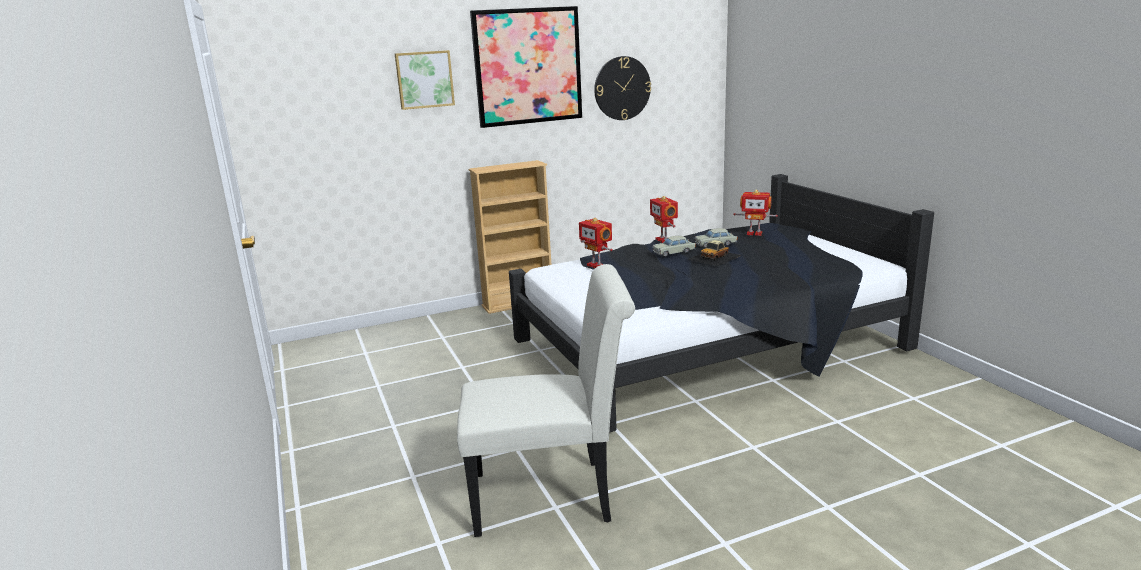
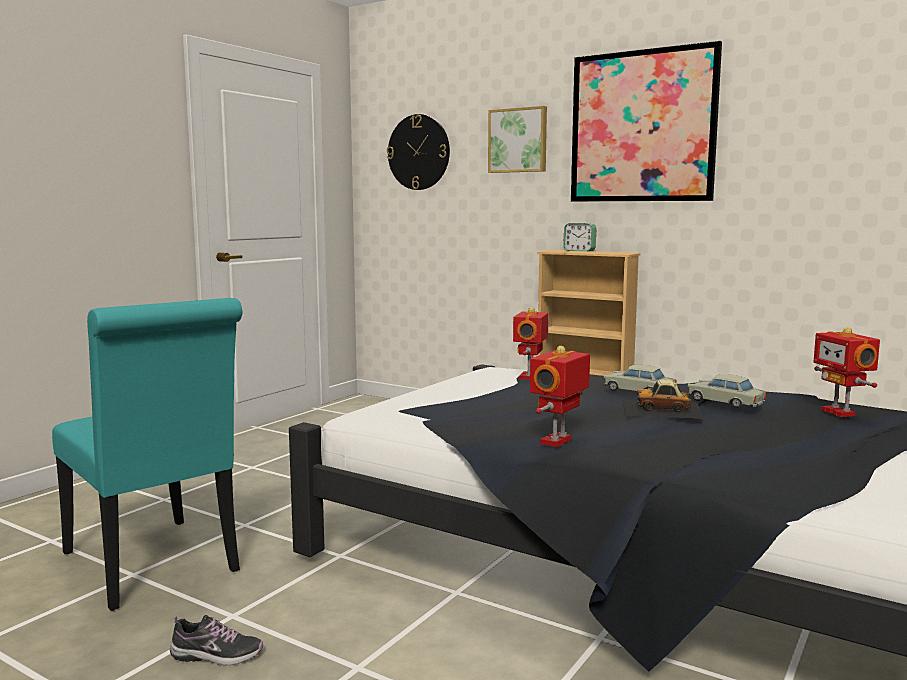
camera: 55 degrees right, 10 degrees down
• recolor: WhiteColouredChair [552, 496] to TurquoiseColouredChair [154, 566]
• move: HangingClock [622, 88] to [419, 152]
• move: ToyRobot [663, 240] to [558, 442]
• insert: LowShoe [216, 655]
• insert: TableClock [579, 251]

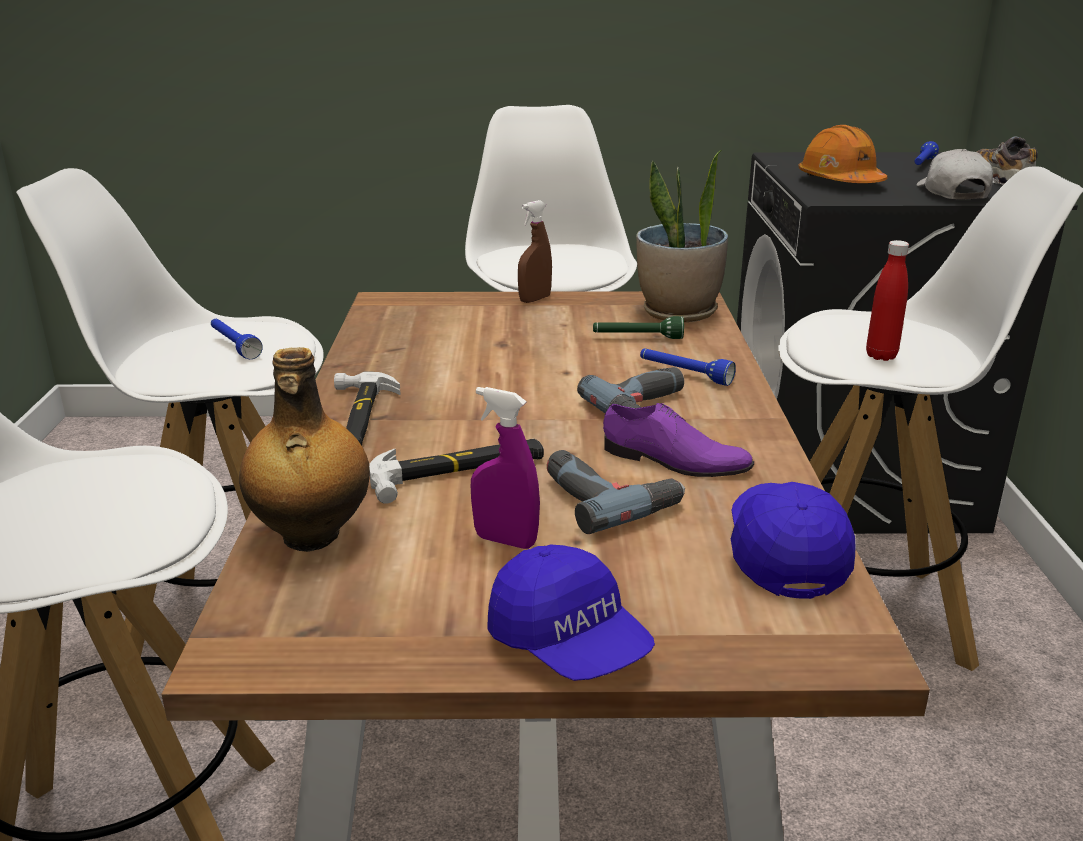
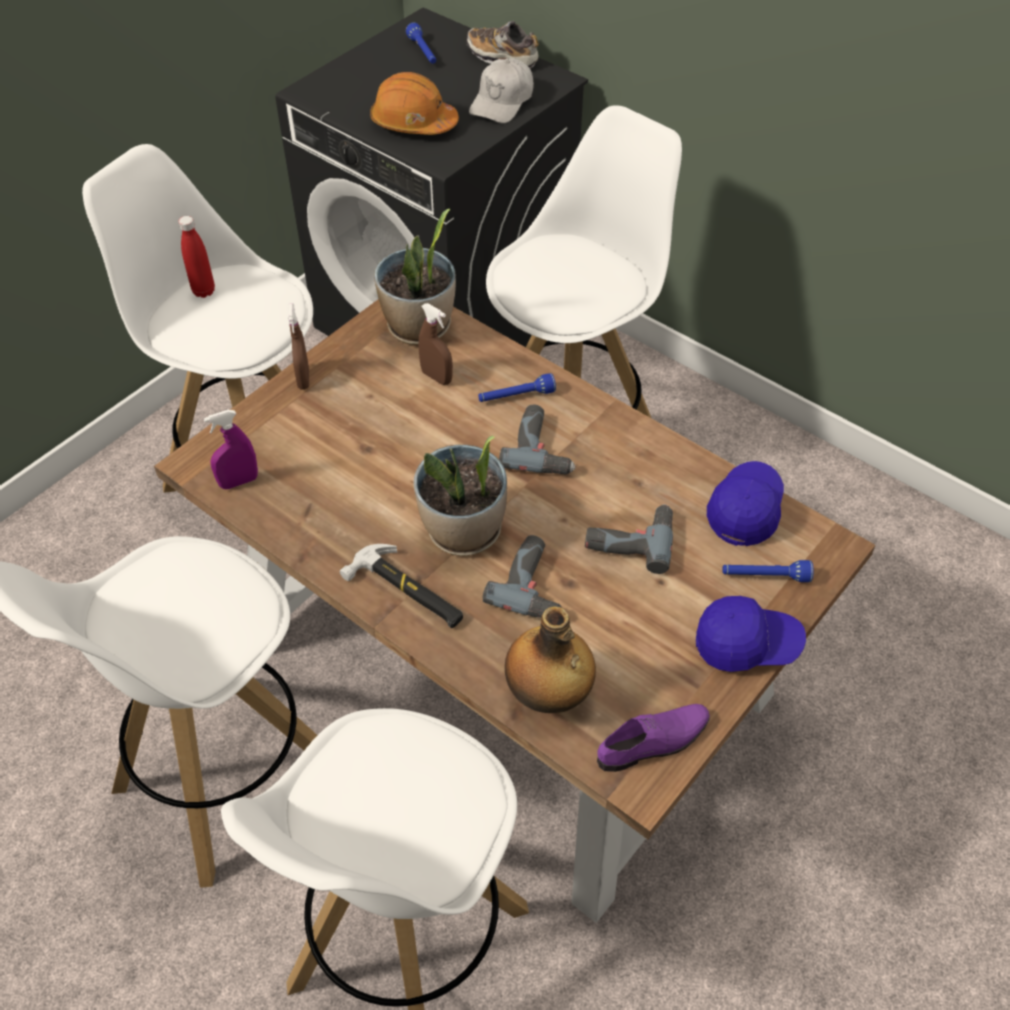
camera: 50 degrees left, 25 degrees up
• move: BlueFlashlight [234, 346] to [765, 576]
• replace: Hammer [458, 472] to ElectricDrill [535, 585]
• move: PurplishHandSprayer [505, 540] to [239, 482]
• replace: GreenColouredFlashlight [637, 338] to BrownHandSprayer [436, 377]
• move: PurplishLowShoe [674, 460] to [654, 742]
• rotate: BluePeakedCap [784, 553] = [745, 510] 75 degrees clockwise
• move: RedBeverageBottle [881, 356] to [204, 291]
• rotate: WhiteColouredPeakedCap [951, 193] = [502, 102] 105 degrees counterclockwise
• insert: PlantInAPot [463, 532]

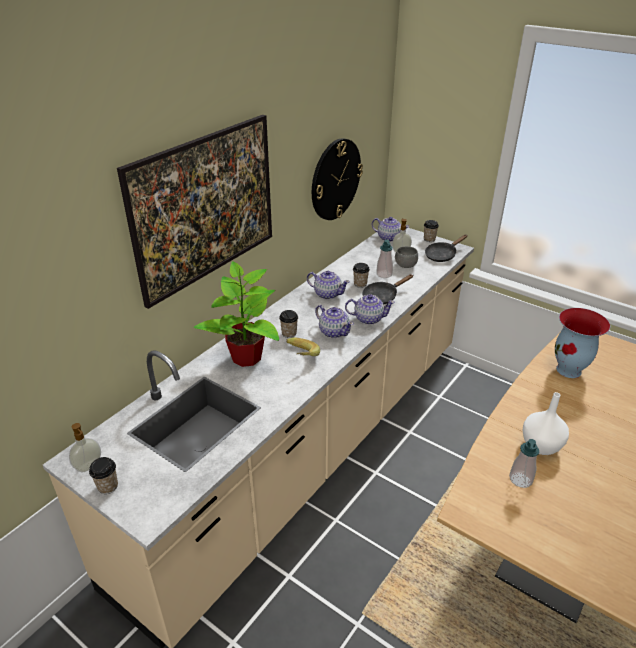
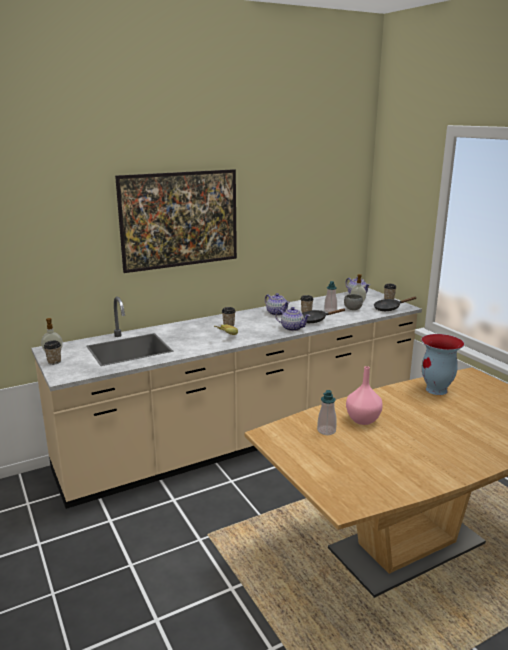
camera: 25 degrees right, 15 degrees down
• delete: PlantInAPot [246, 358]
• delete: HangingClock [335, 179]
• delete: TeaPot [333, 332]
• recolor: WhiteColouredFlowerVase [541, 447] to PinkishFlowerVase [362, 420]

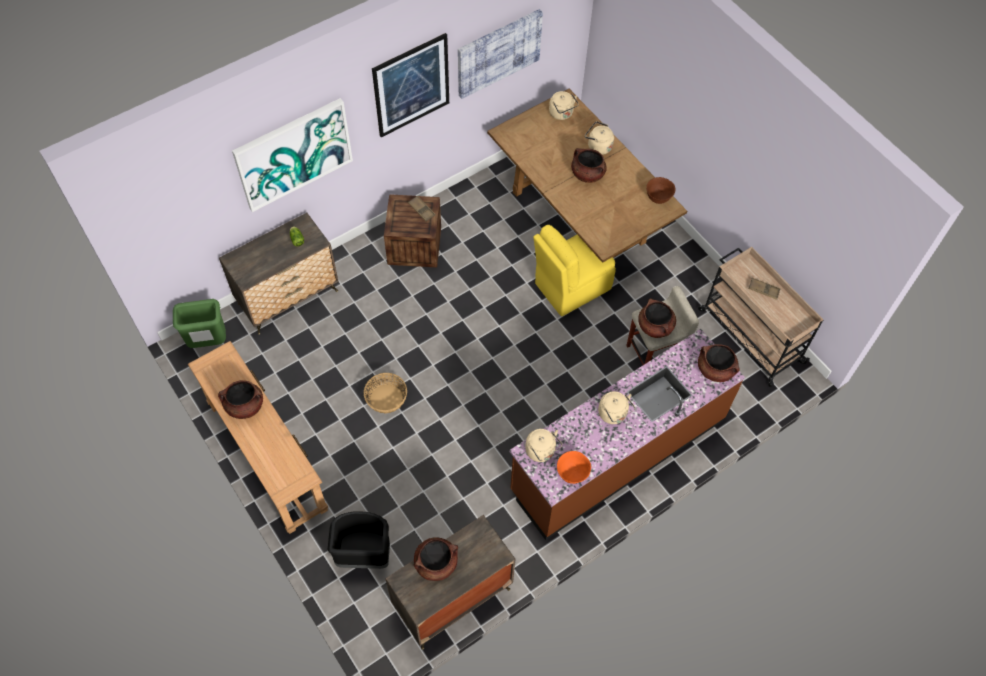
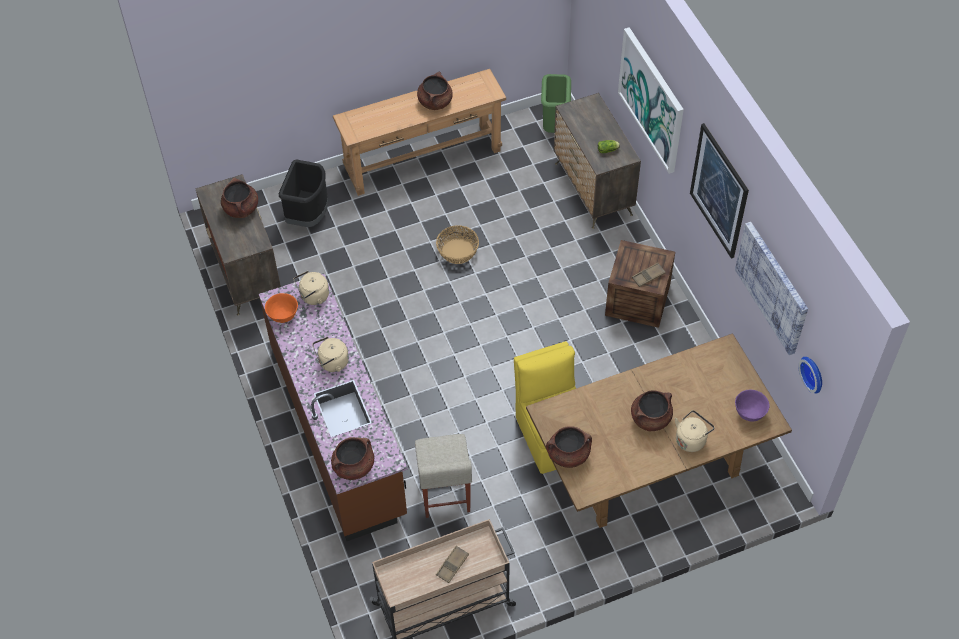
camera: 105 degrees right, 5 degrees down
• replace: SandColouredTeaKettle [562, 114] to PurplishServingBowl [749, 413]
• move: BrownSaucepot [655, 326] to [568, 455]
• delete: BrownServingBowl [658, 197]
• insert: HangingClock [813, 373]

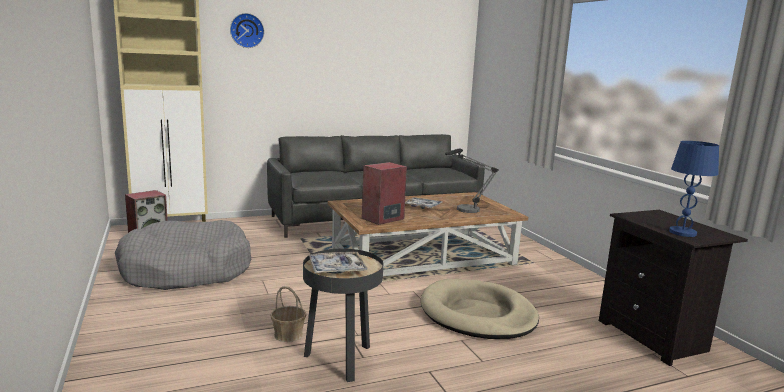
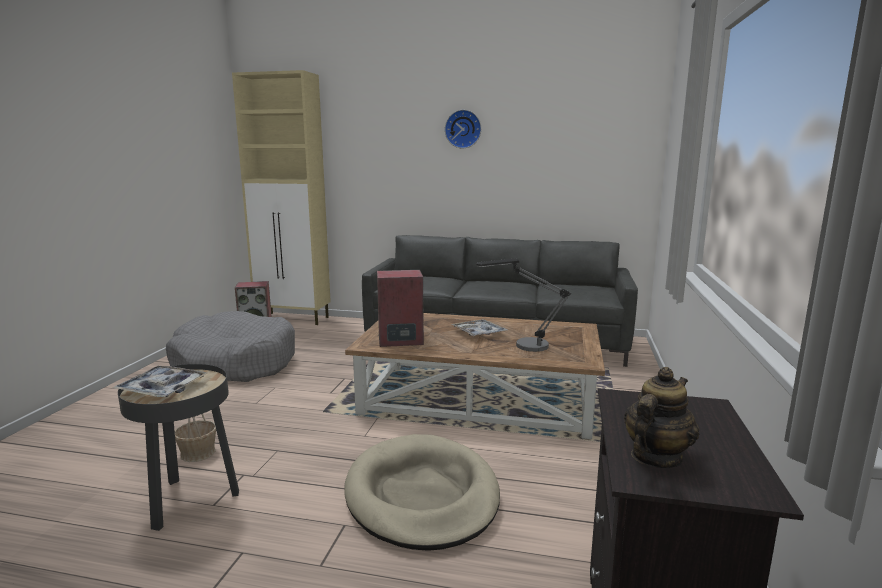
camera: 35 degrees right, 0 degrees up
• move: HangingClock [246, 30] to [463, 129]
• replace: BlueTabletopLamp [682, 233] to TeaPot [655, 457]

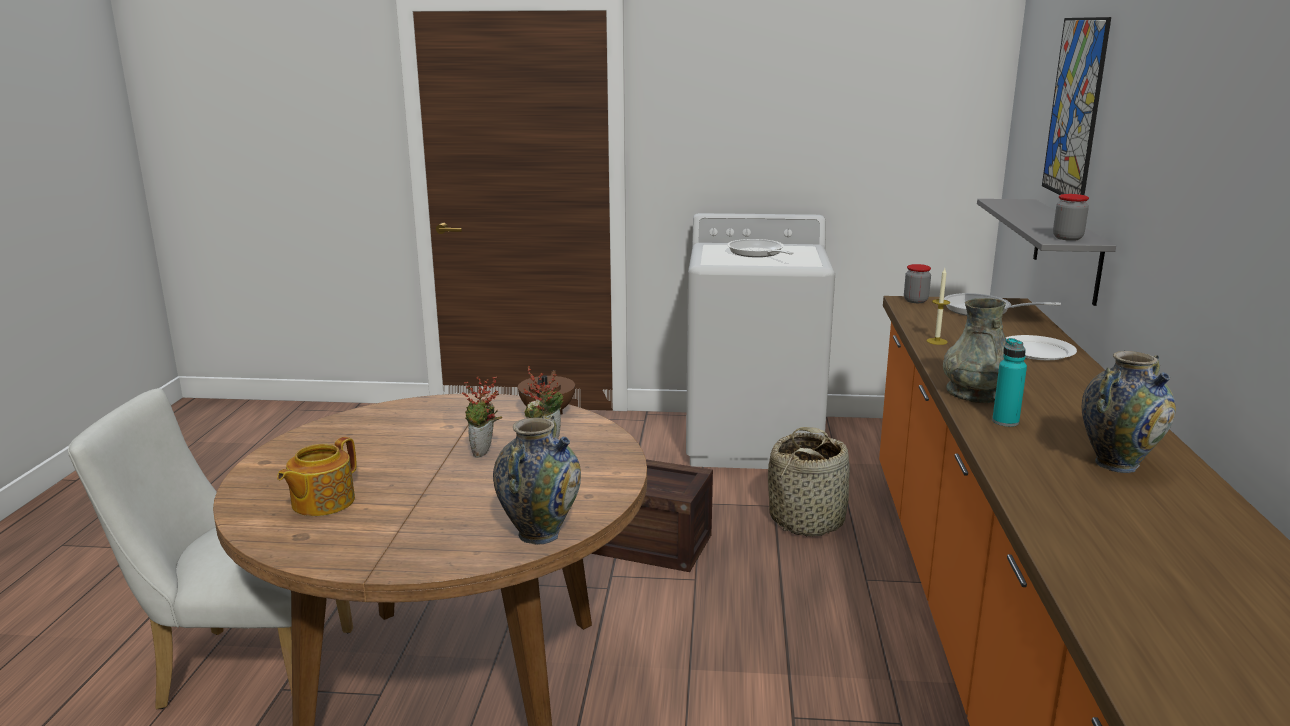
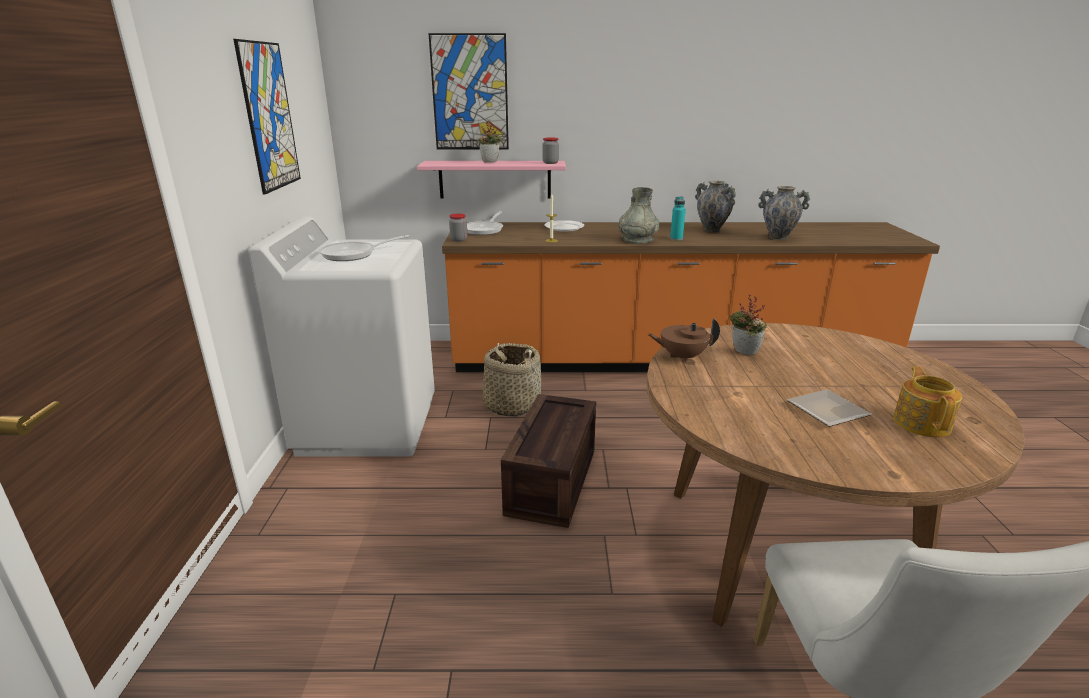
camera: 95 degrees left, 5 degrees up
• rotate: TeaPot [321, 502] = [922, 423] 105 degrees counterclockwise
• move: PlantInAPot [484, 453] to [491, 162]
• move: FlowerVase [539, 533] to [778, 237]
• recolor: GreyishWallShelf [1067, 250] to PinkishWallShelf [495, 179]
• insert: WallPicture [269, 117]
• insert: Plate [830, 412]

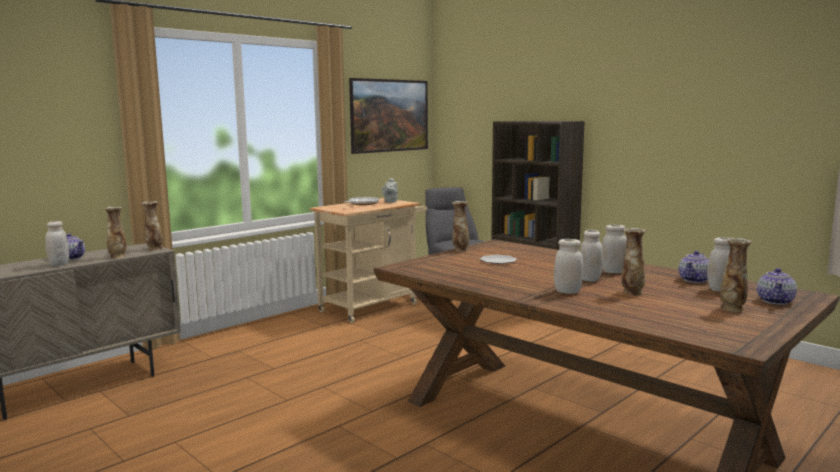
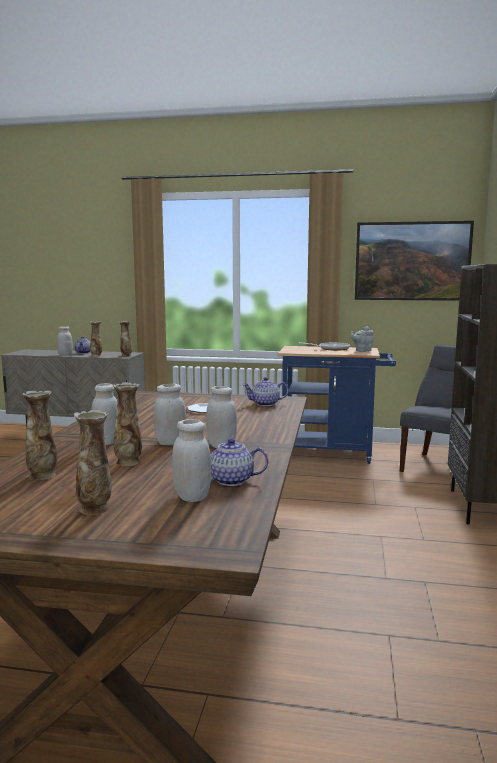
camera: 55 degrees right, 0 degrees up
• recolor: SandColouredWheeledCart [373, 306] to BlueWheeledCart [333, 453]
• move: FlowerVase [460, 250] to [43, 475]
• move: TeaPot [775, 301] to [266, 404]

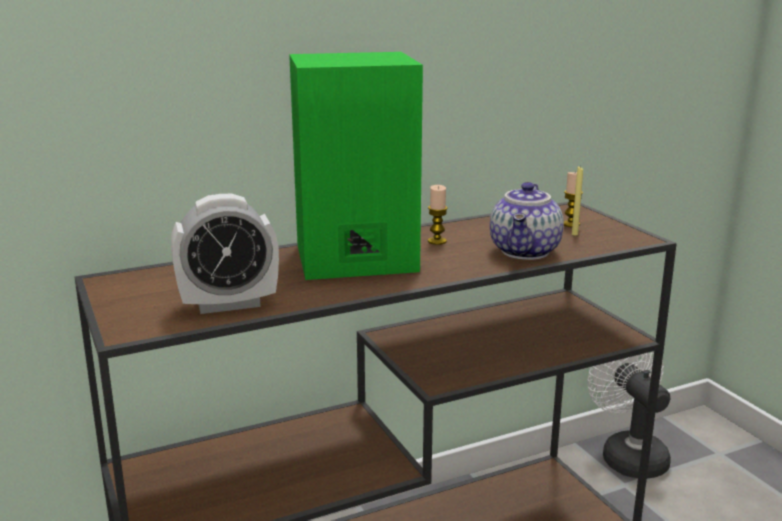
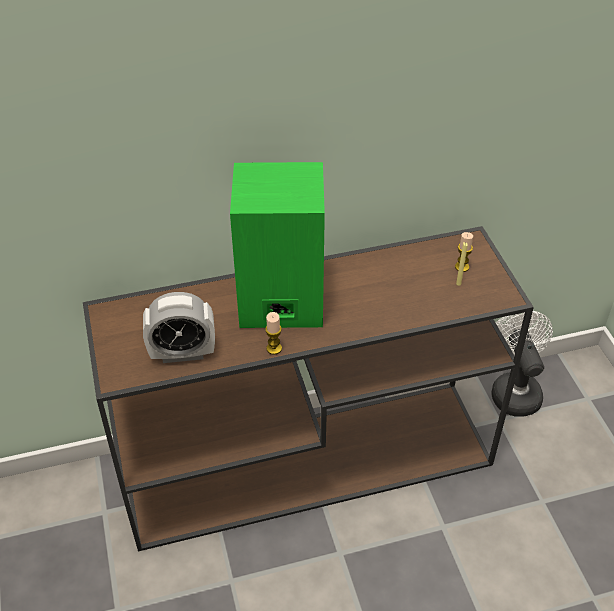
camera: 10 degrees right, 25 degrees up
• move: WaxCandle [437, 241] to [274, 348]
• delete: TeaPot [526, 252]

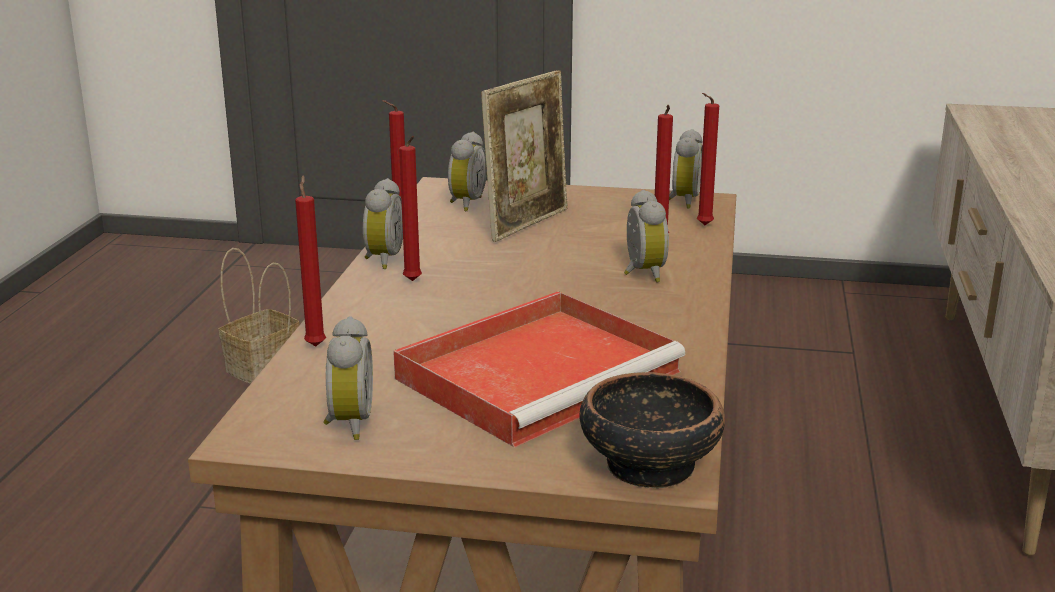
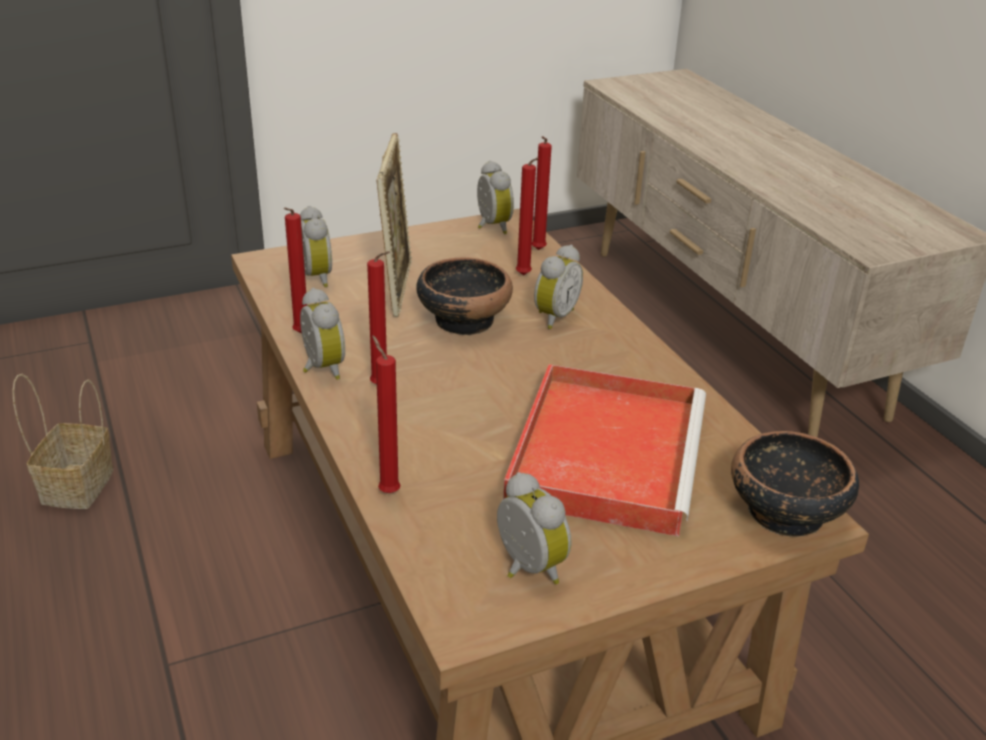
camera: 35 degrees left, 10 degrees up
• rotate: TableClock [641, 273] = [553, 317] 75 degrees clockwise
• insert: ServingBowl [463, 319]

